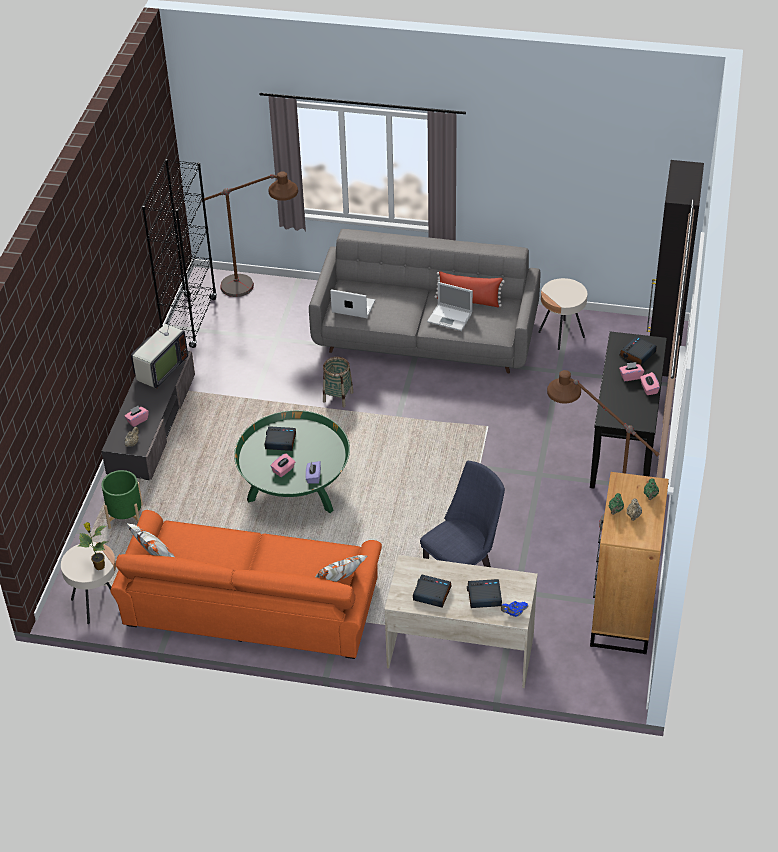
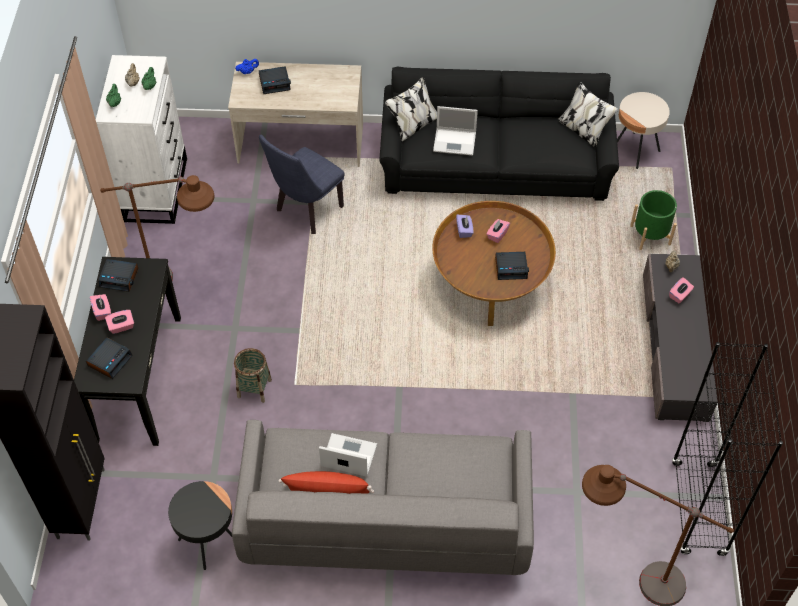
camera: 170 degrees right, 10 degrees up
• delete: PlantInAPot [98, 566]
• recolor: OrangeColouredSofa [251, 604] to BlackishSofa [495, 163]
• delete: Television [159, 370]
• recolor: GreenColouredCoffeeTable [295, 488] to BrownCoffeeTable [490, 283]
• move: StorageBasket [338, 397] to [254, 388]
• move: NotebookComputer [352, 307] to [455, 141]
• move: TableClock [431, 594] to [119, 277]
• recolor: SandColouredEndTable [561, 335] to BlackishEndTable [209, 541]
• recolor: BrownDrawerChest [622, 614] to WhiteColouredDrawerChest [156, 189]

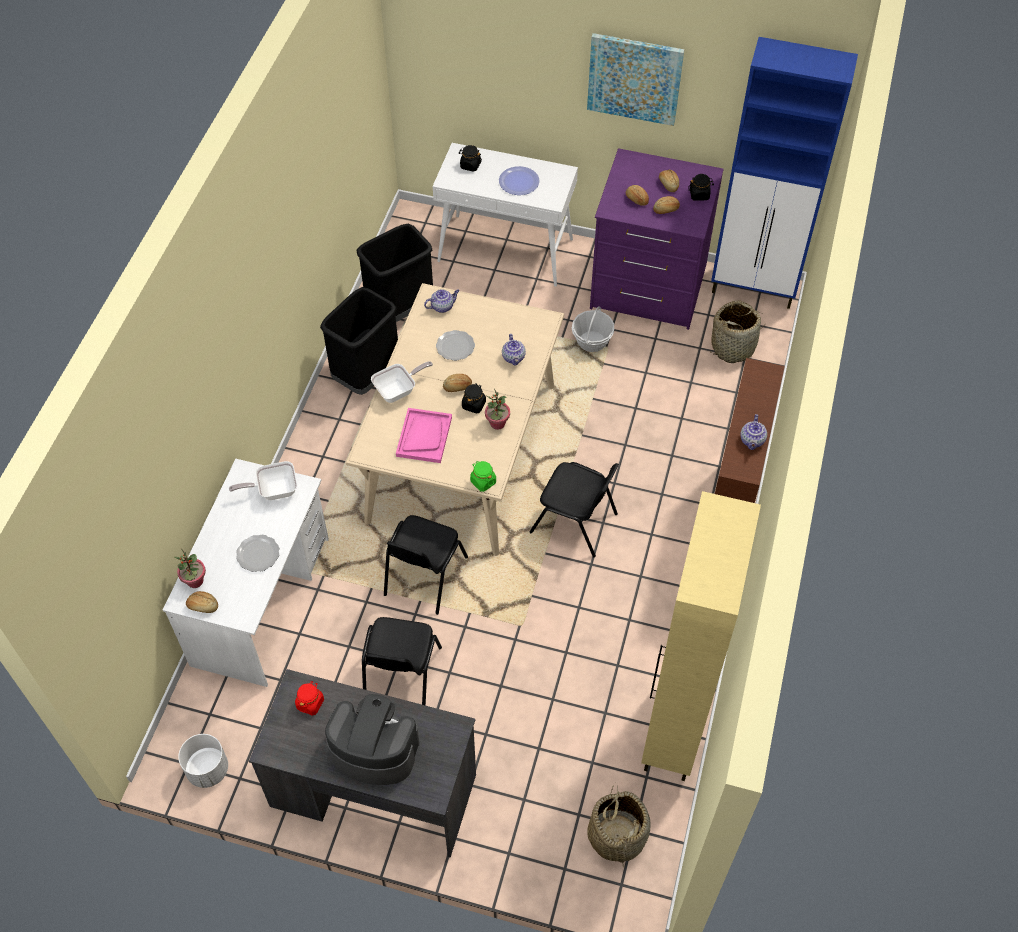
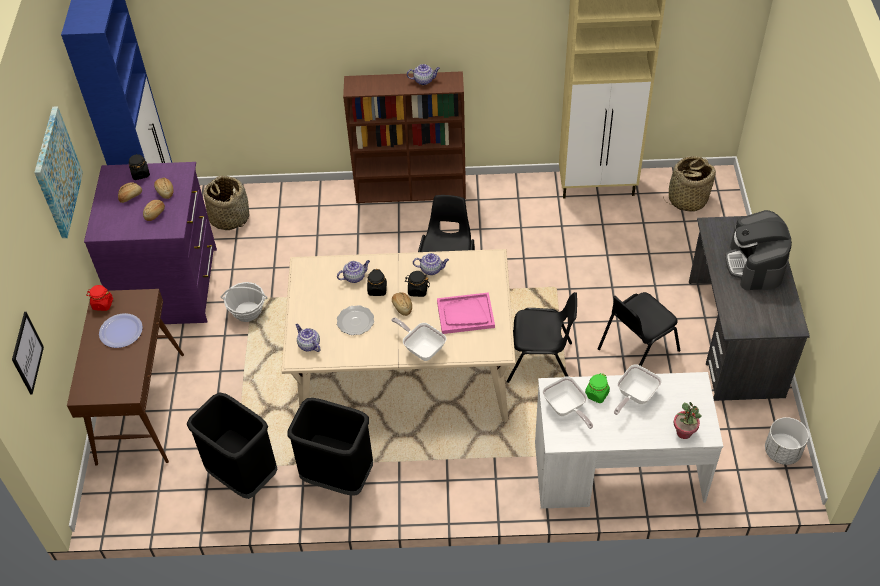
camera: 105 degrees left, 5 degrees down
• delete: Bread [203, 606]
• replace: Plate [258, 553] to Pan [634, 396]
• move: RedJar [310, 703] to [102, 304]
• rotate: BlackishChair [401, 677] = [636, 350] 150 degrees clockwise
• recolor: WhiteColouredConsoleTable [506, 250] to BrownConsoleTable [140, 407]
• move: BlackishJar [470, 165] to [377, 290]
• move: GreenColouredJar [483, 482] to [596, 394]
• replace: PlantInAPot [497, 423] to TeaPot [431, 269]
• insert: WallPicture [27, 353]

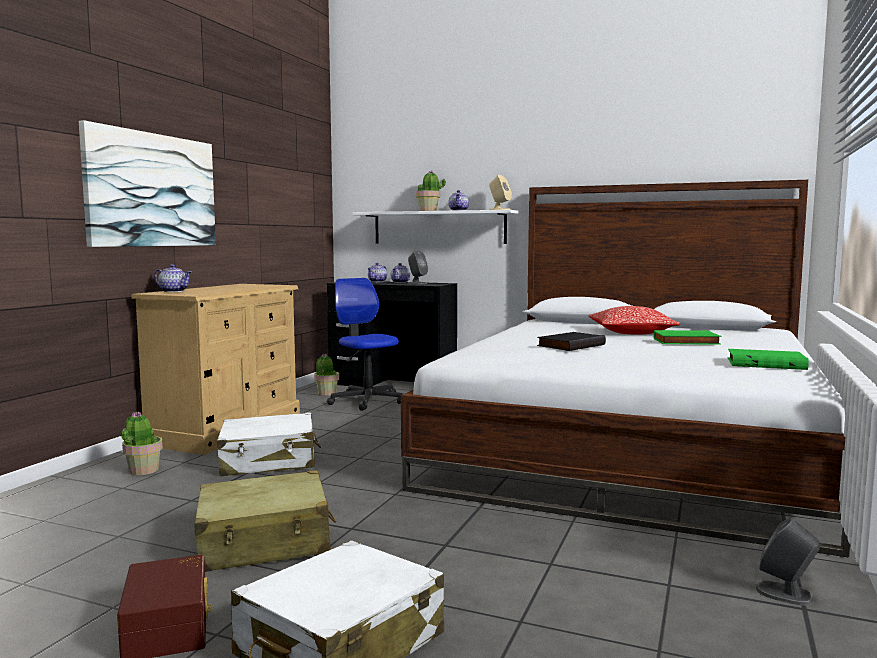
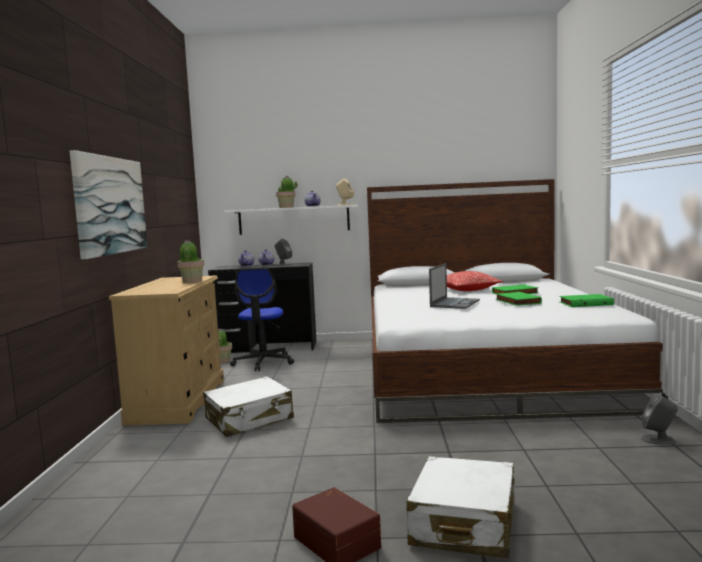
camera: 20 degrees left, 0 degrees up
• move: PlantInAPot [143, 470] to [192, 281]
• delete: TeaPot [174, 291]
• delete: SandColouredPieceOfLuggage [265, 542]
• rotate: DeskChair [367, 401] = [263, 362] 120 degrees counterclockwise
• replace: BlackishBoundBook [570, 345] to NotebookComputer [455, 303]
• insert: GreenColouredBoundBook [516, 301]

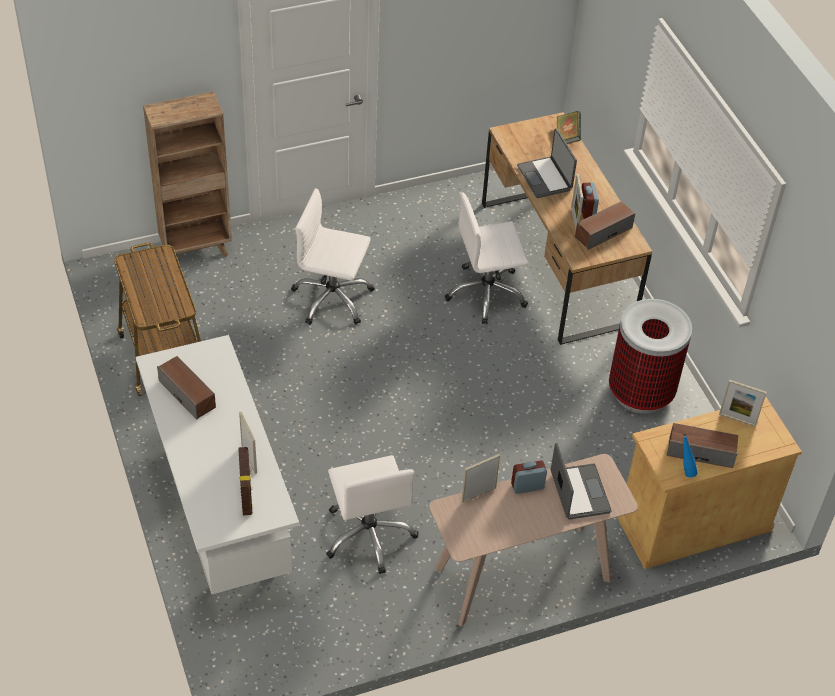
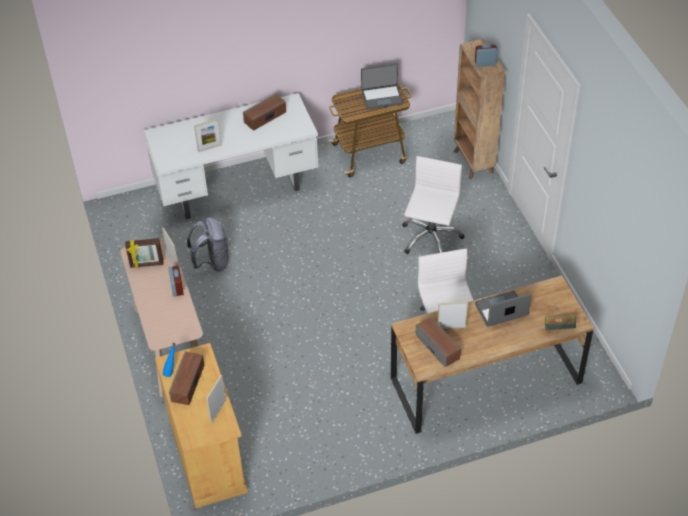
camera: 95 degrees right, 0 degrees up
• move: StandingFrame [247, 496] to [146, 264]
• replace: WhiteColouredDeskChair [369, 534] to GreyishBackpack [212, 262]
• move: NotebookComputer [578, 492] to [382, 97]
• move: TableClock [587, 210] to [485, 63]
• delete: TrashCan [640, 392]

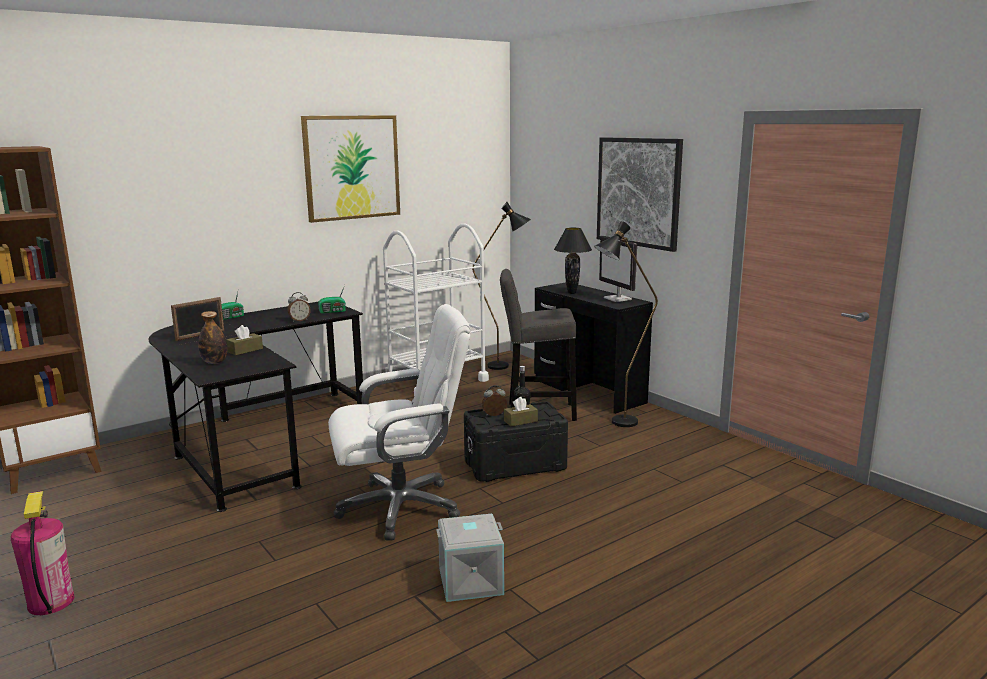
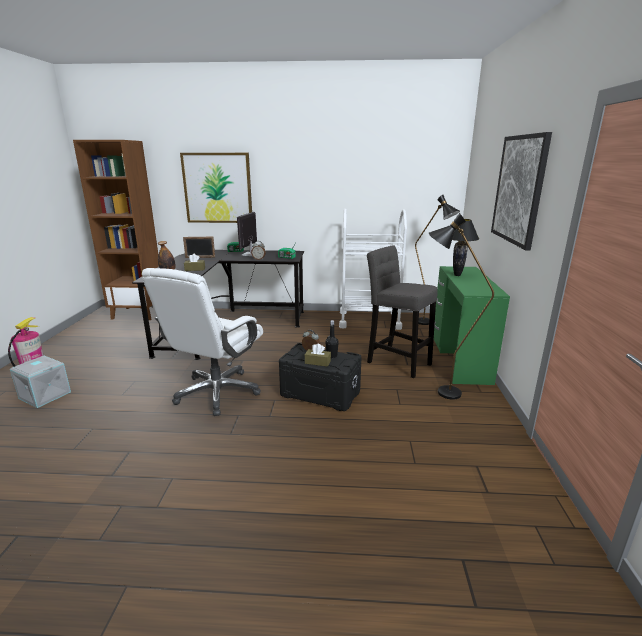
camera: 40 degrees right, 5 degrees up
• move: WallPicture [352, 167] to [217, 188]
• rotate: WhiteColouredDeskChair [401, 507] = [217, 392] 90 degrees clockwise
• move: GreyishStorageBox [470, 582] to [44, 395]
• recolor: BlackishDeskTable [589, 391] to GreenColouredDeskTable [460, 359]
• move: Monitor [618, 299] to [250, 254]

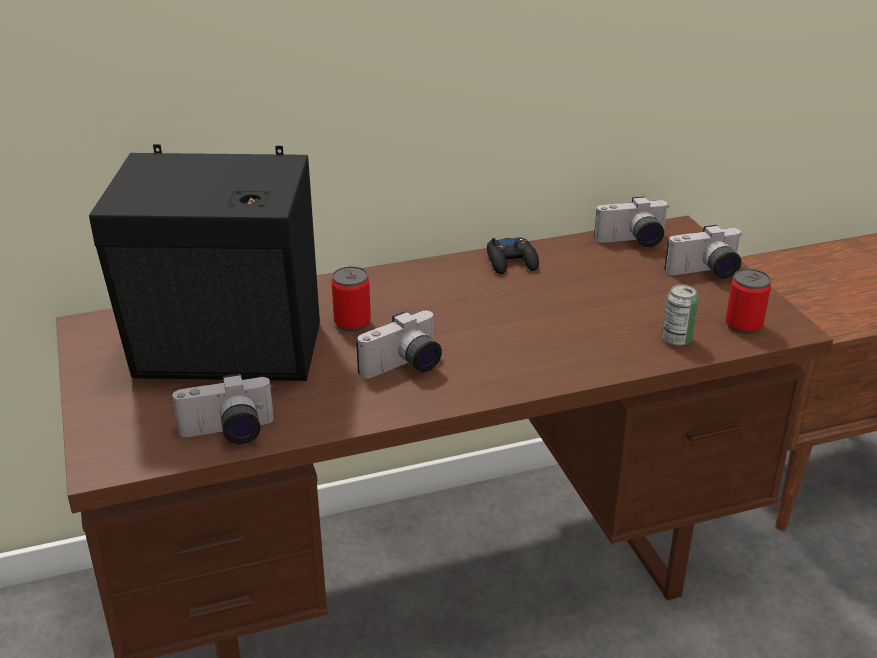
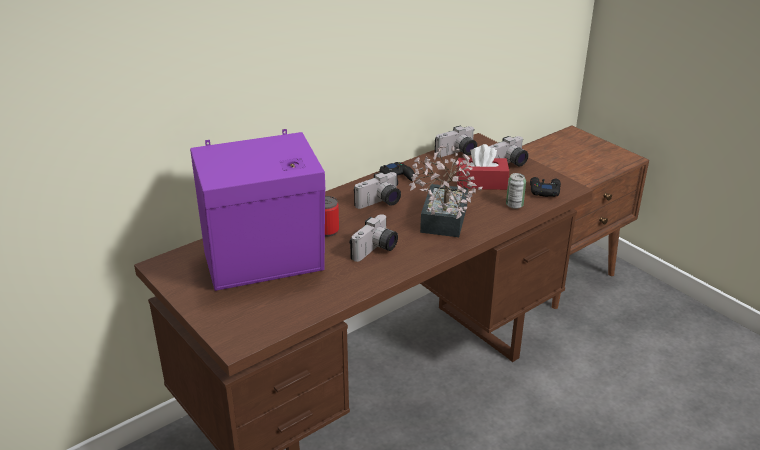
camera: 20 degrees left, 0 degrees up
• recolor: BlackishAudioSpeaker [230, 355] to PurplishAudioSpeaker [267, 264]
• move: StillCamera [228, 433] to [380, 203]
• replace: MetalCan [743, 325] to BlackishGameController [544, 190]
• insert: PlantInAPot [442, 223]
• insert: RedBoxOfTissues [481, 183]

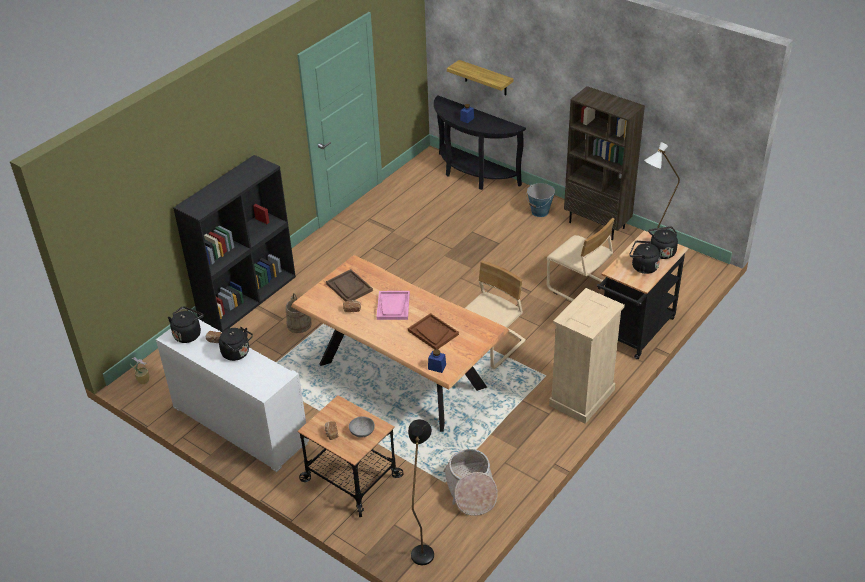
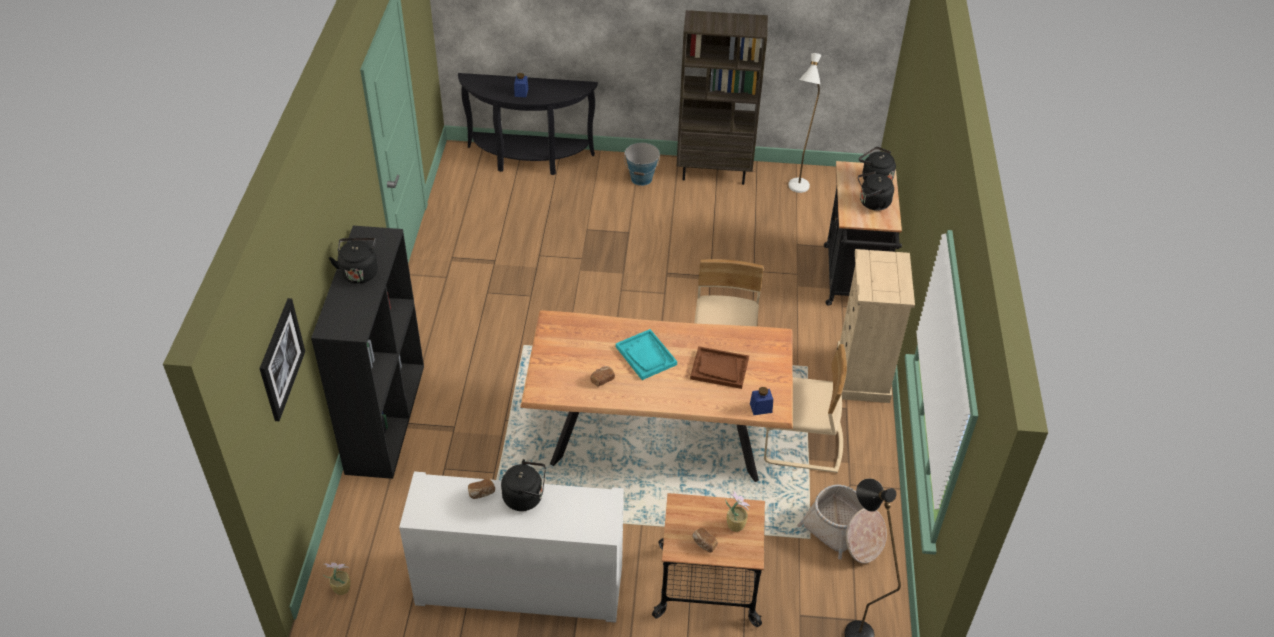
camera: 35 degrees left, 5 degrees up
• move: BlackishTeaKettle [188, 334] to [359, 272]
• delete: SandColouredWaterBucket [299, 324]
• delete: BrownServingTray [349, 287]
• replace: GreyishServingBowl [362, 431] to PlantInAPot [735, 524]
• recolor: PinkishServingTray [393, 306] to TurquoiseColouredServingTray [646, 356]
• delete: WallShelf [485, 78]
• move: SandColouredChair [580, 289] to [802, 444]
• insert: WallPicture [280, 359]

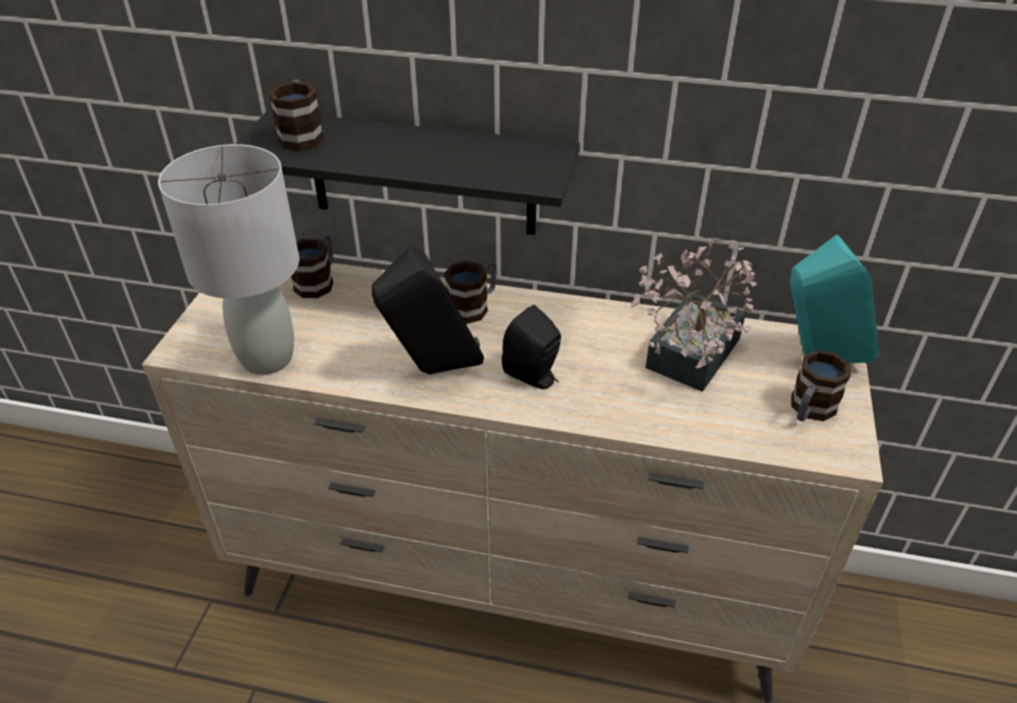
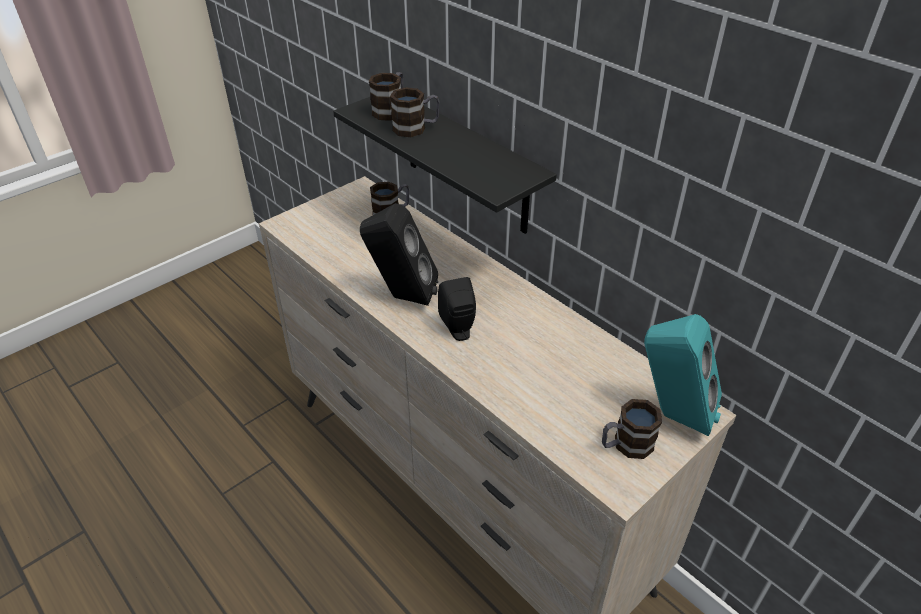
camera: 35 degrees right, 0 degrees up
• delete: GreyishTabletopLamp [266, 359]
• move: TeaMug [474, 306] to [416, 128]
• delete: PlantInAPot [686, 359]

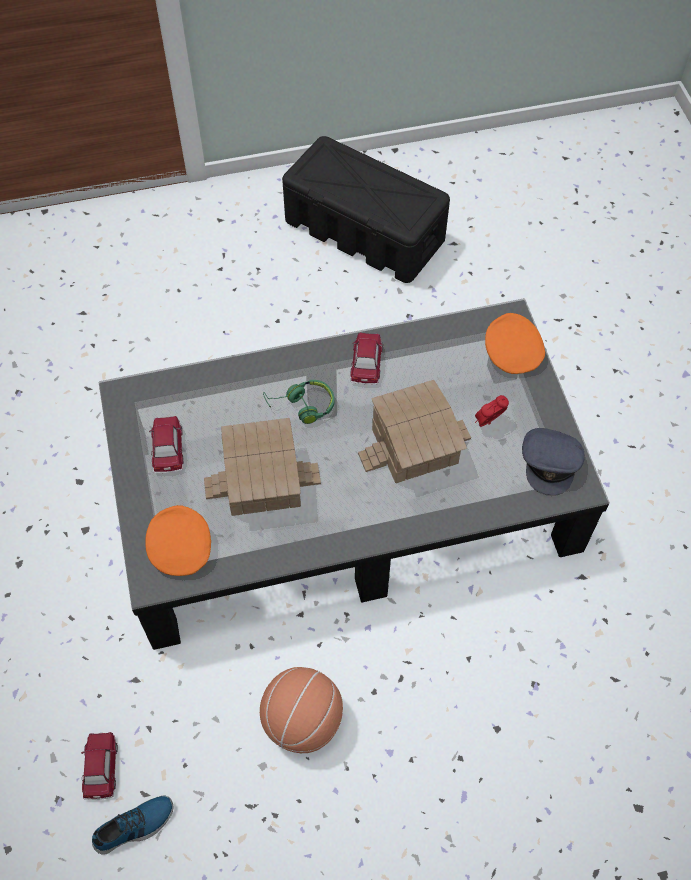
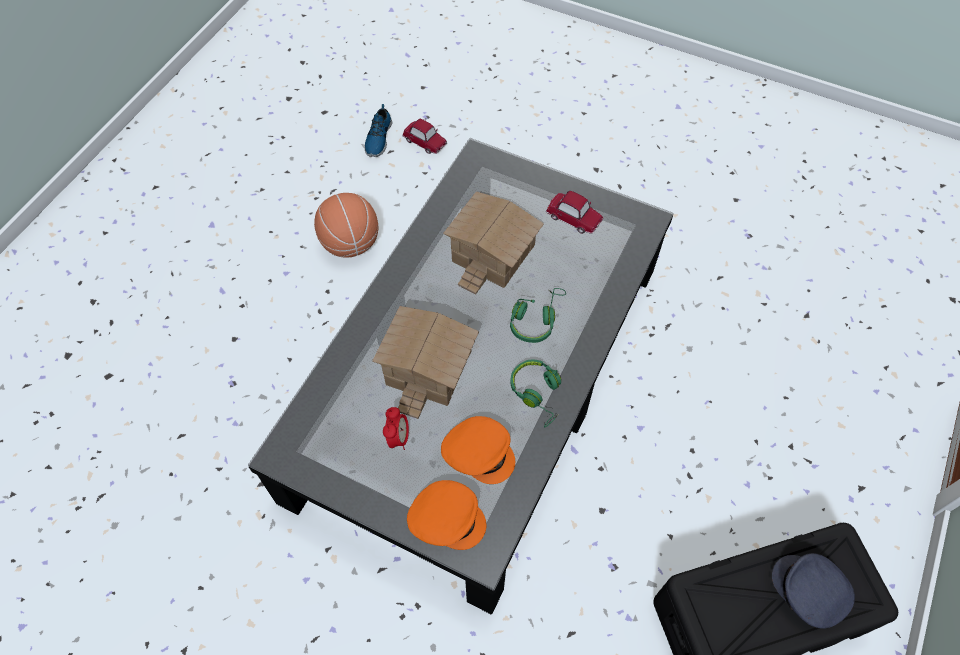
camera: 130 degrees right, 0 degrees up
• move: OrangeColouredPeakedCap [180, 546] to [479, 453]
• replace: MiniatureCar [366, 362] to GreenColouredHeadset [538, 394]
• move: GreyishPeakedCap [550, 463] to [808, 593]

